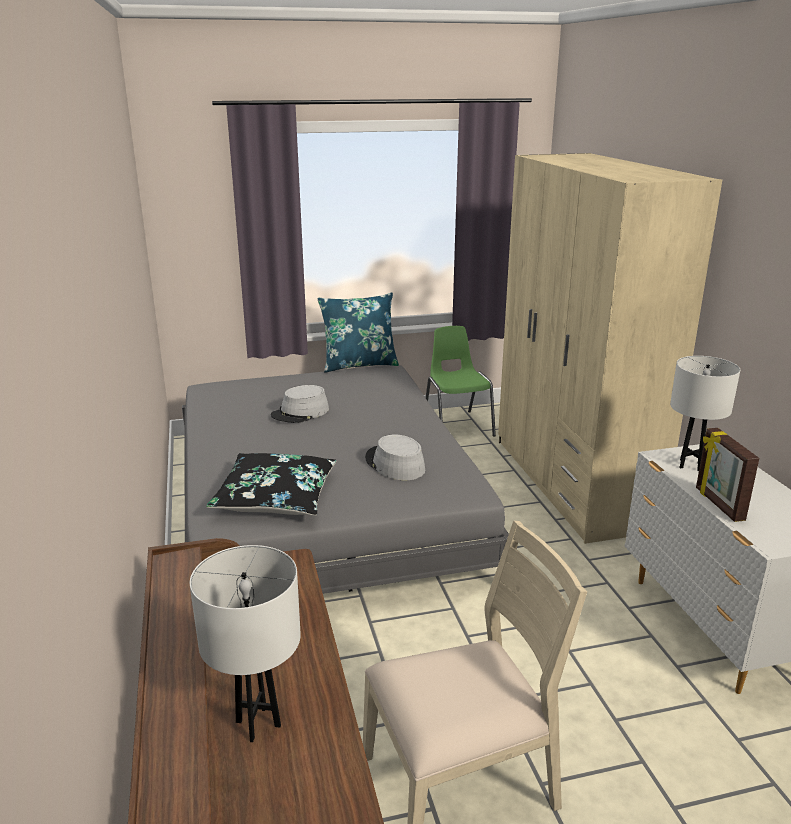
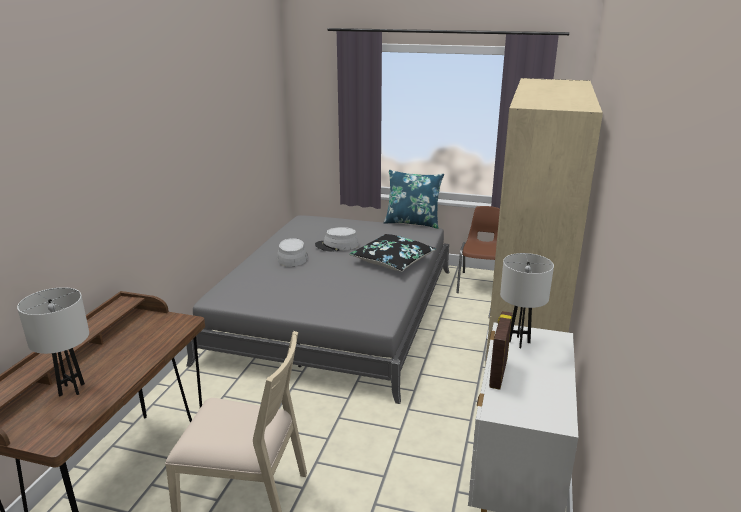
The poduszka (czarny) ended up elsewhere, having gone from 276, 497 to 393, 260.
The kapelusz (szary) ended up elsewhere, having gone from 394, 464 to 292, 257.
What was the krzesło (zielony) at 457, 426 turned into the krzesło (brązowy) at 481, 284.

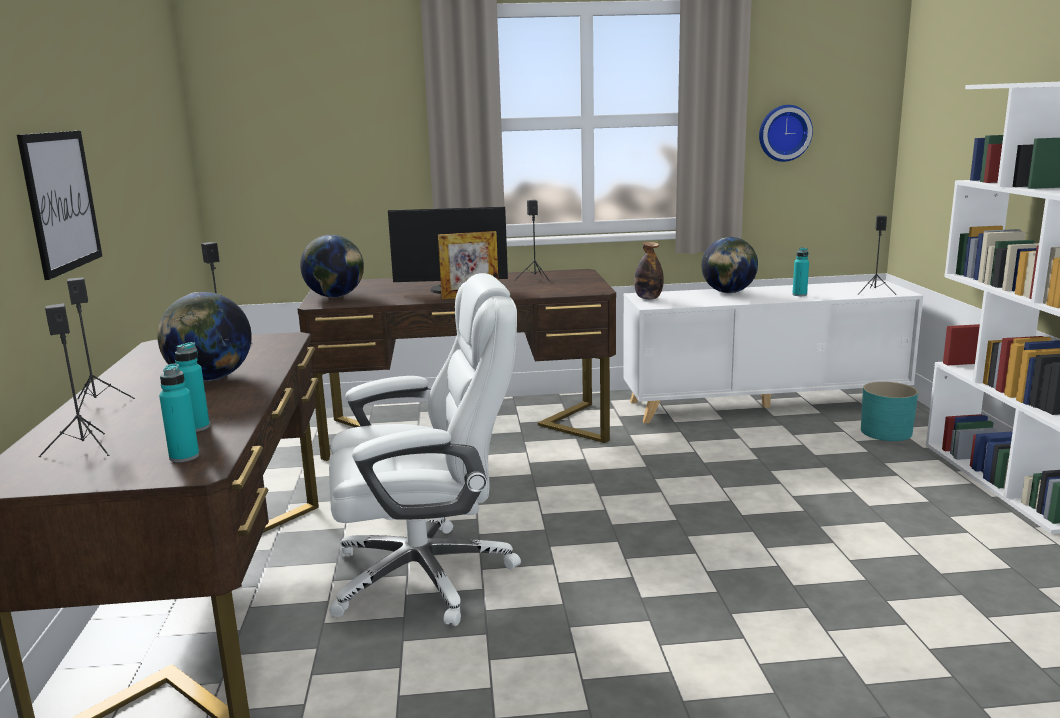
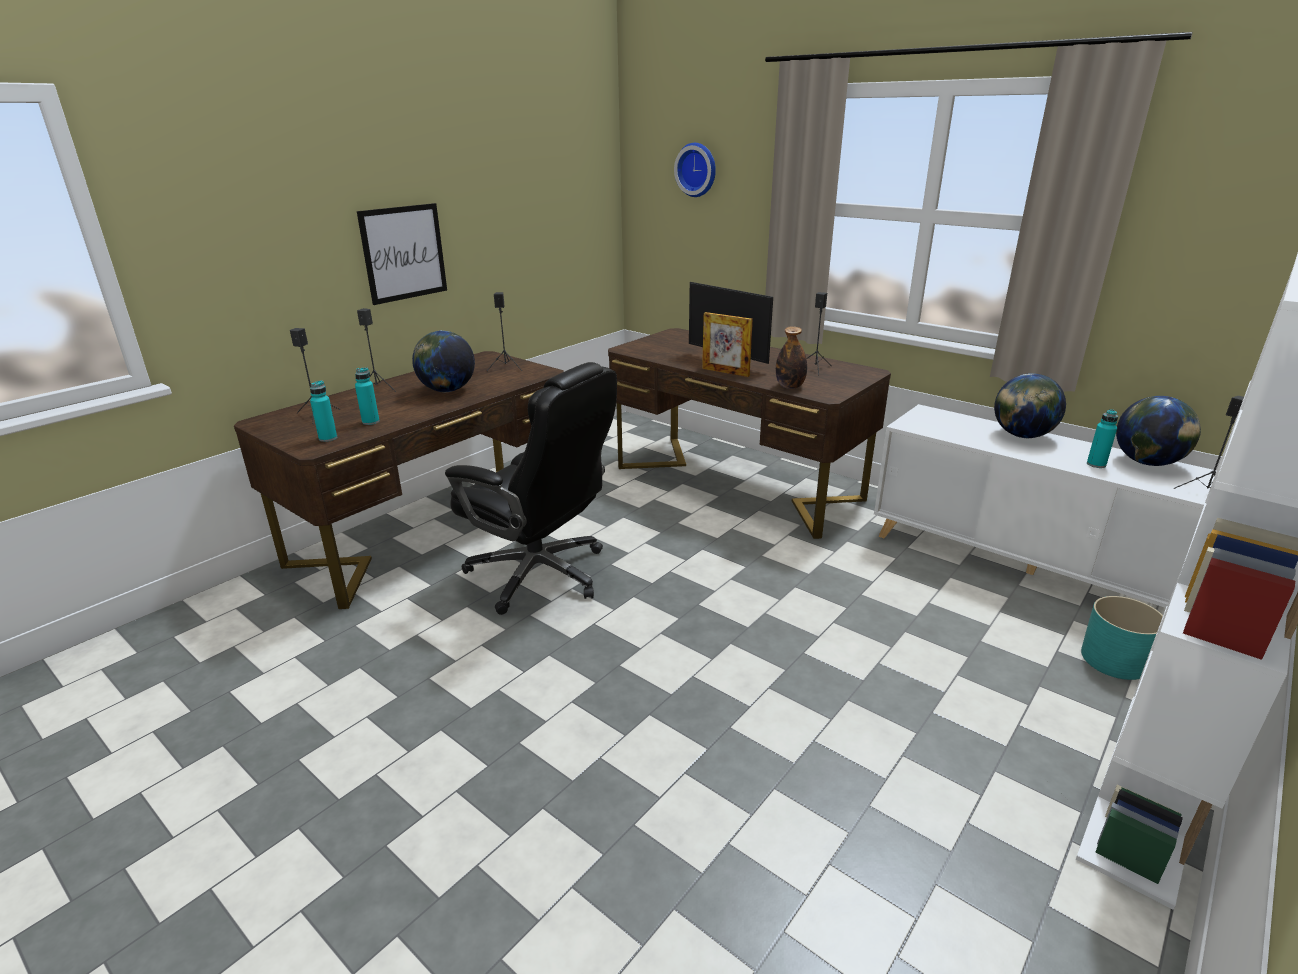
The globus ended up elsewhere, having gone from 335, 297 to 1147, 463.
What was the krzesło biurowe (biały) at 427, 575 turned into the krzesło biurowe (czarny) at 541, 574.
The butelka ended up elsewhere, having gone from 648, 298 to 790, 386.
The zegar ścienny ended up elsewhere, having gone from 783, 133 to 697, 170.

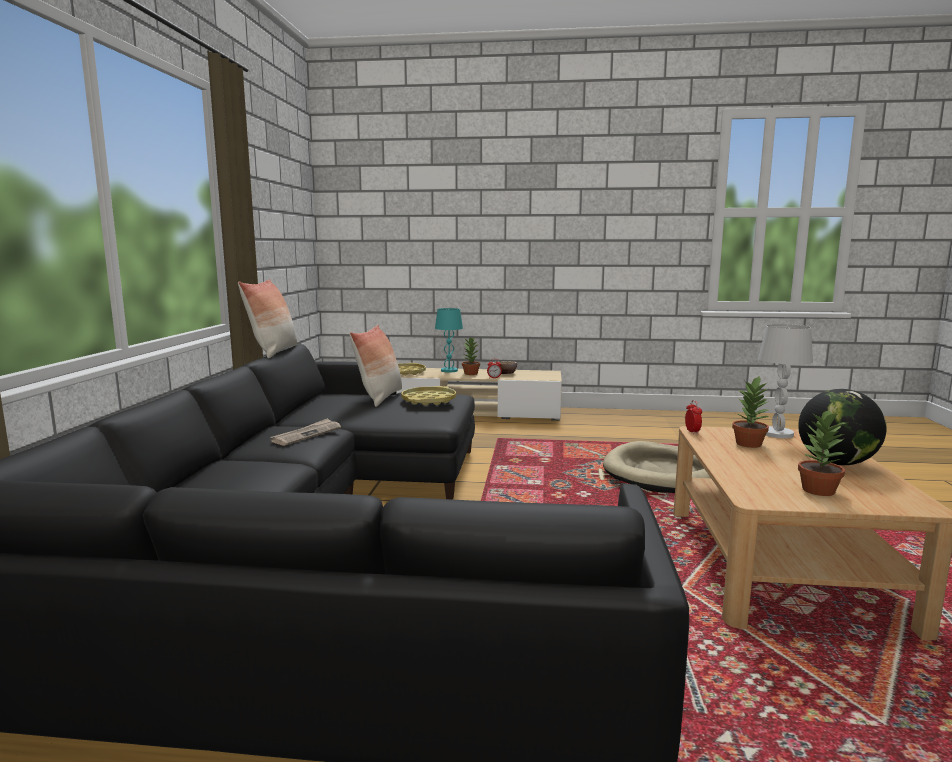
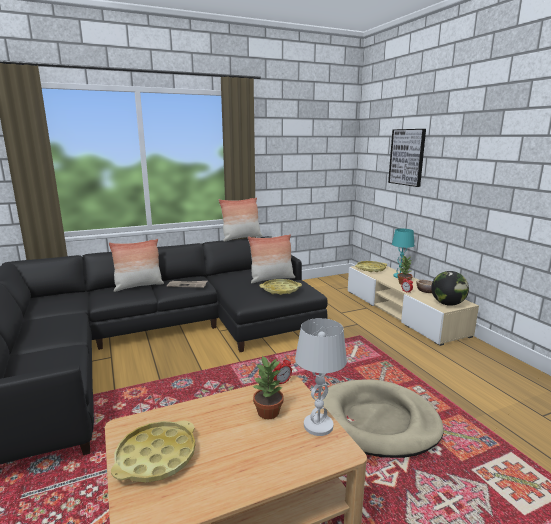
The globus ended up elsewhere, having gone from 836, 463 to 447, 304.
Where the roślina doniczkowa stood at 817, 490, the taca (żółty) came to stand at 156, 456.
The second view gained the poduszka at 138, 286.
The second view gained the obraz at 407, 157.

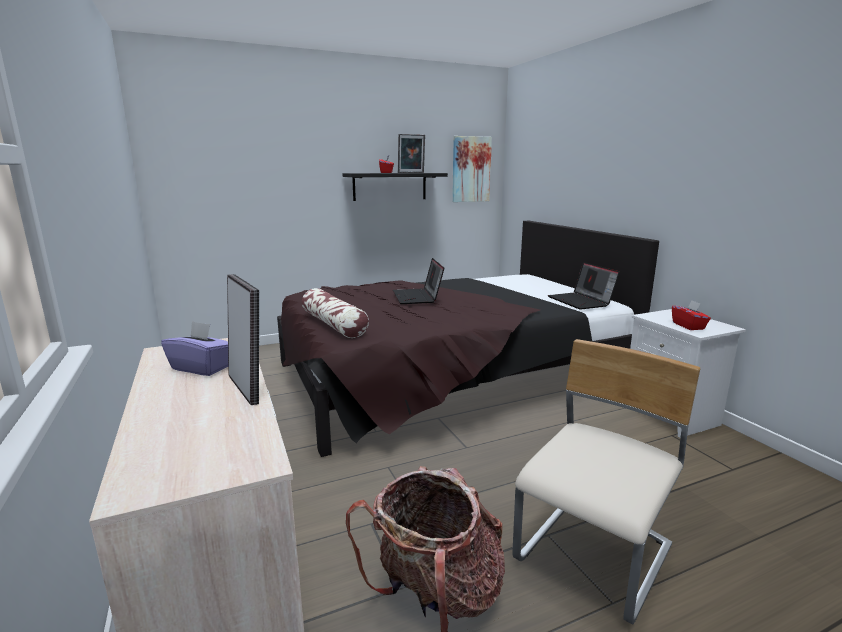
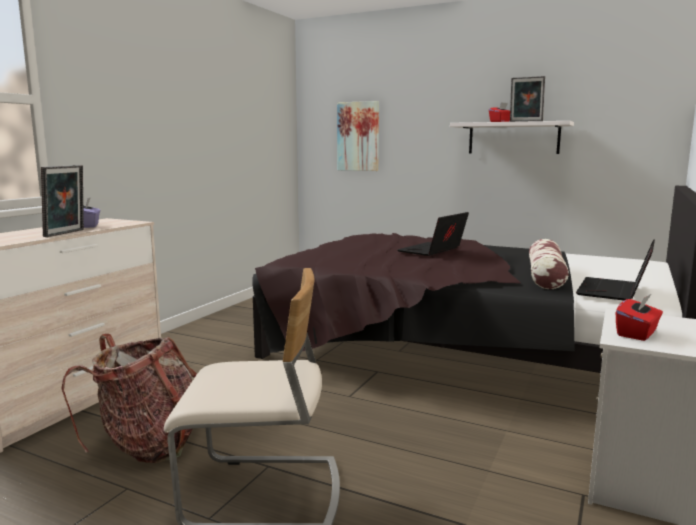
The poduszka ended up elsewhere, having gone from 334, 324 to 545, 277.
What was the półka (czarny) at 390, 186 turned into the półka (biały) at 513, 138.
The obraz ended up elsewhere, having gone from 471, 169 to 358, 136.

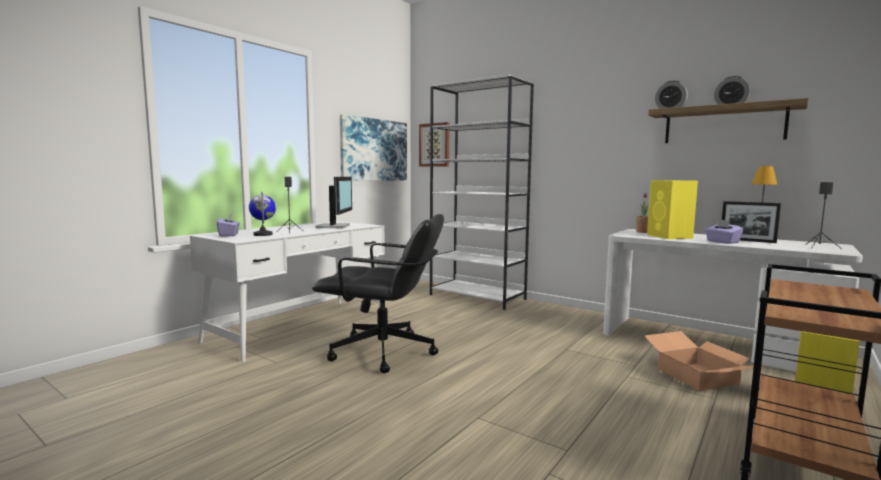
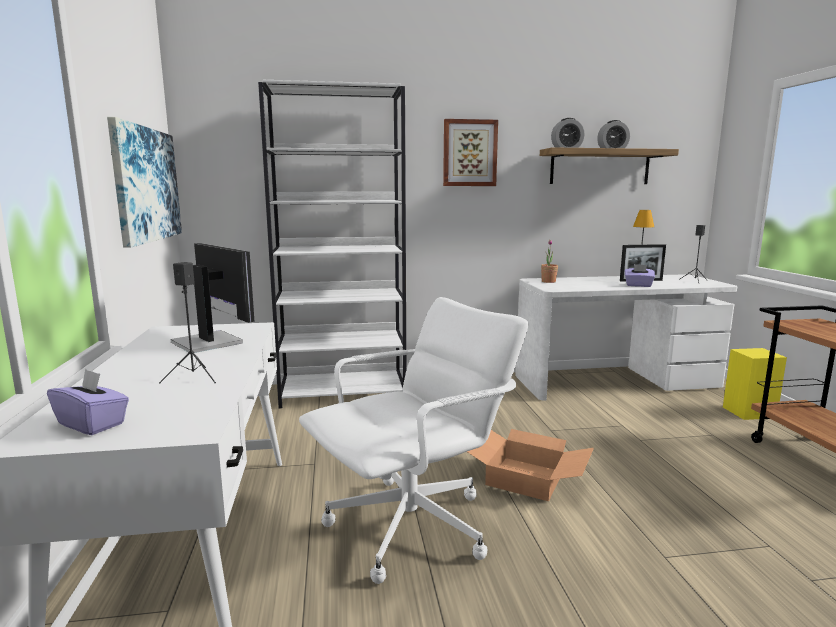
The second view lost the globus at 263, 234.
What was the krzesło biurowe (czarny) at 384, 352 turned into the krzesło biurowe (biały) at 412, 526.
The obraz ended up elsewhere, having gone from 434, 145 to 469, 153.
The karton ended up elsewhere, having gone from 696, 376 to 523, 478.
The second view lost the głośnik (żółty) at 670, 236.

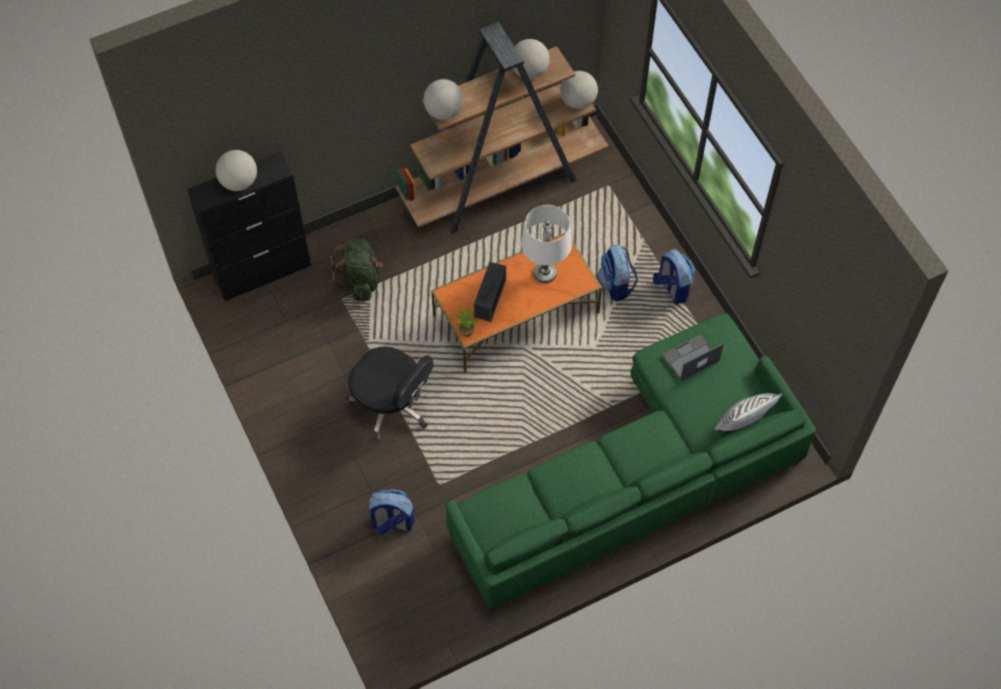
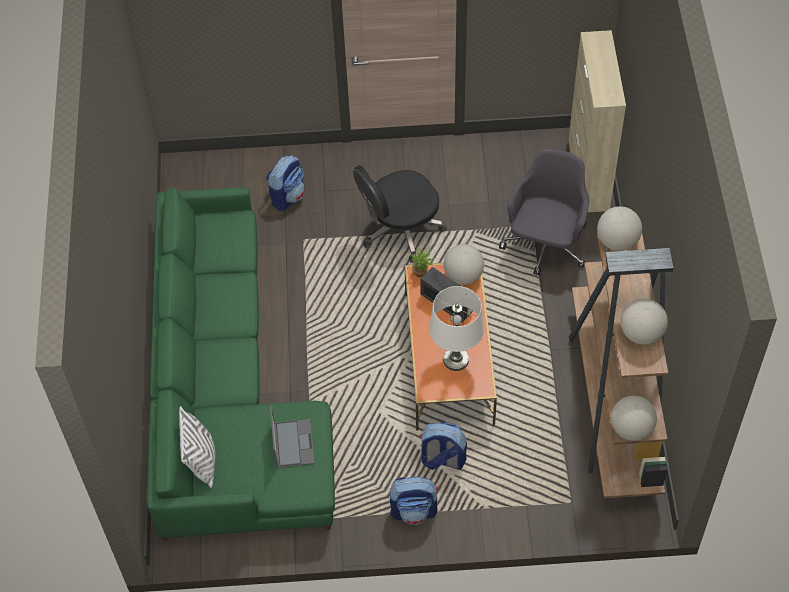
What was the szafka (czarny) at 263, 272 turned into the szafka (beżowy) at 588, 175.
The globus ended up elsewhere, having gone from 239, 182 to 463, 275.
Where the plecak (zielony) stood at 360, 280, the krzesło biurowe (szary) came to stand at 545, 245.

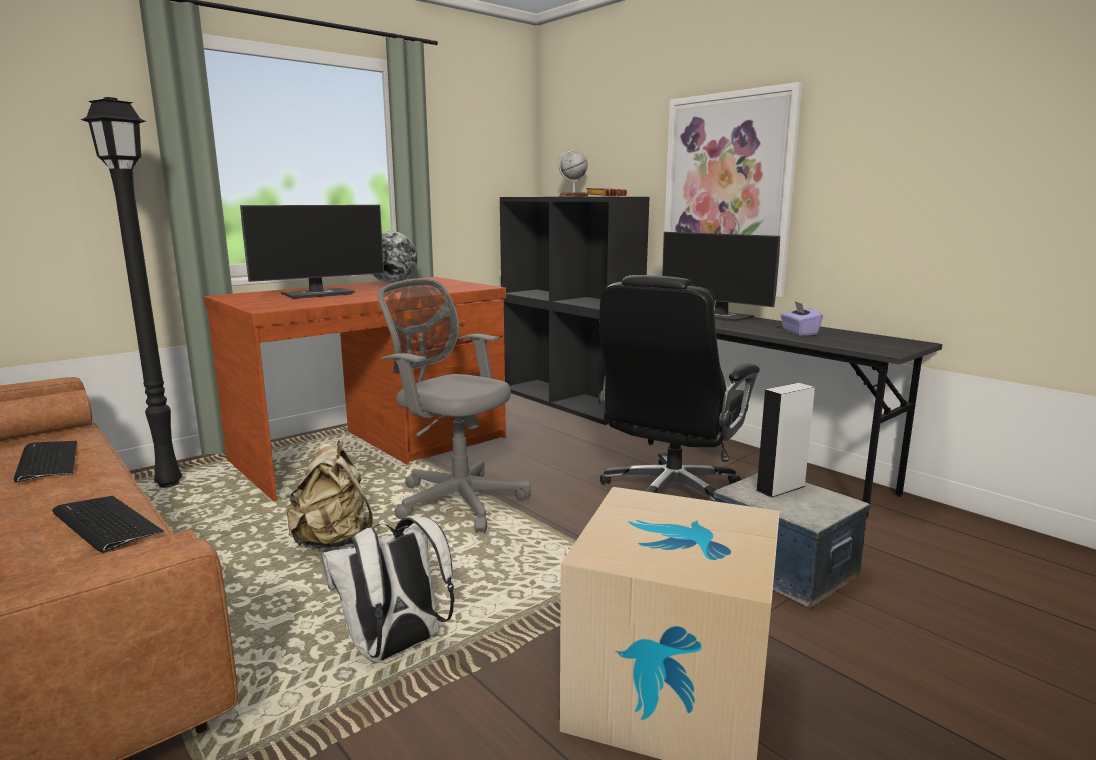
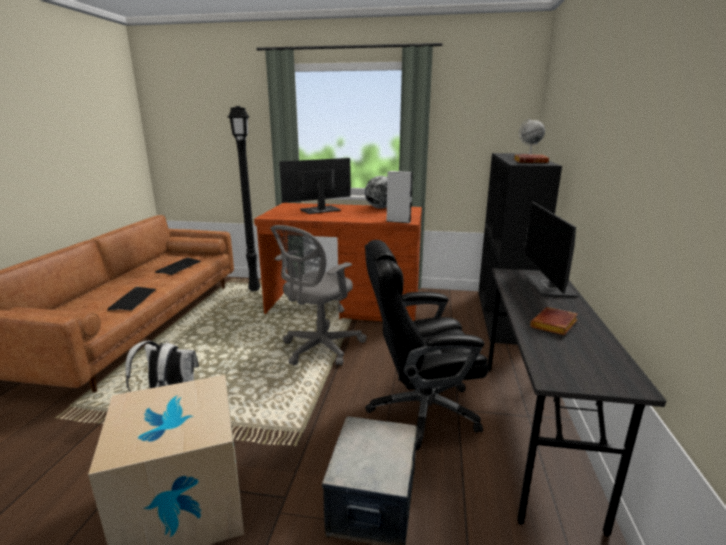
The monitor at 319, 294 ended up facing another way, 135 degrees clockwise from before.
The second view lost the plecak (beżowy) at 334, 542.
The krzesło biurowe (szary) at 456, 499 ended up facing another way, 135 degrees counterclockwise from before.
The second view lost the obraz at 726, 194.
The głośnik (szary) ended up elsewhere, having gone from 780, 488 to 398, 221.
Where the pudełko chusteczek (fioletowy) stood at 799, 332, the książka (brązowy) came to stand at 554, 326.

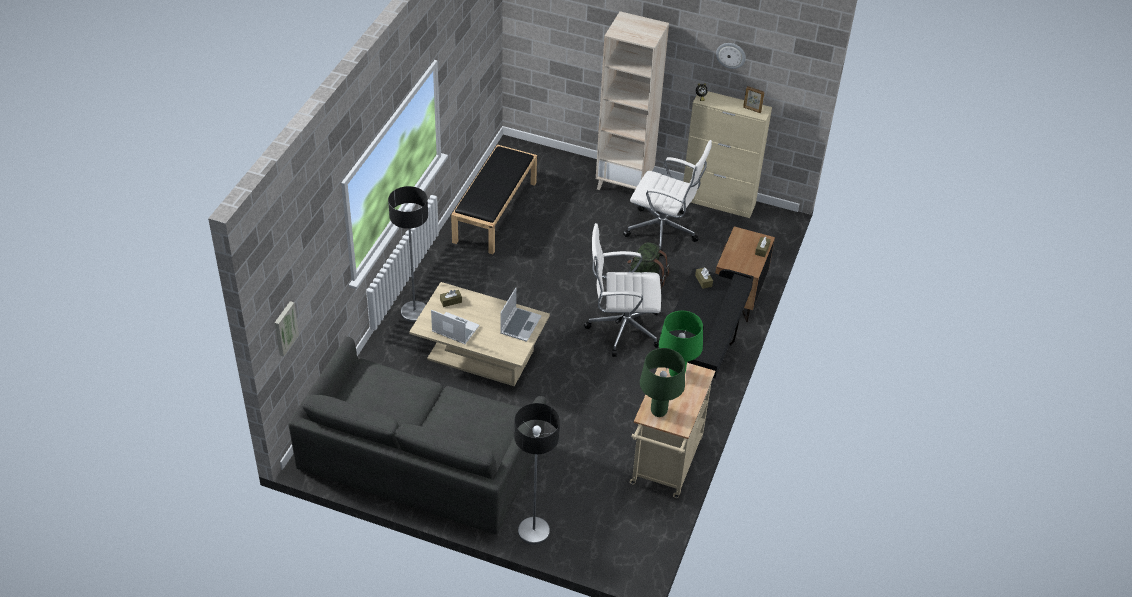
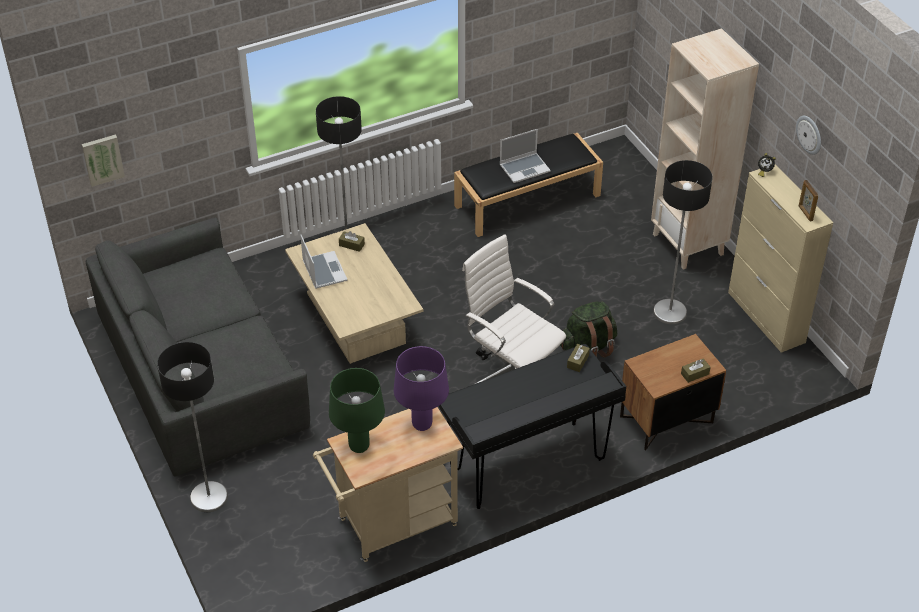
The laptop ended up elsewhere, having gone from 520, 325 to 525, 168.
Where the krzesło biurowe (biały) stood at 663, 232, the lampa stojąca came to stand at 669, 312.
What was the lampa stołowa (zielony) at 676, 374 turned into the lampa stołowa (fioletowy) at 421, 425.

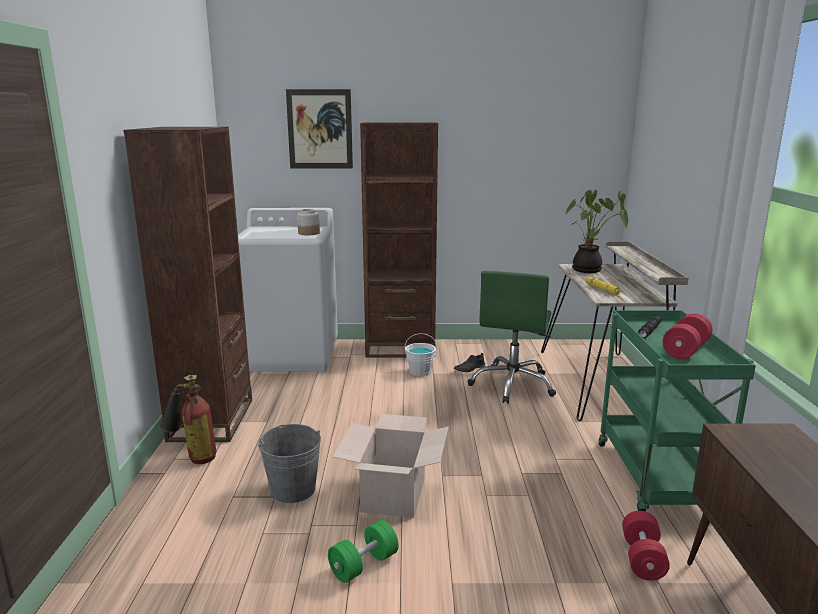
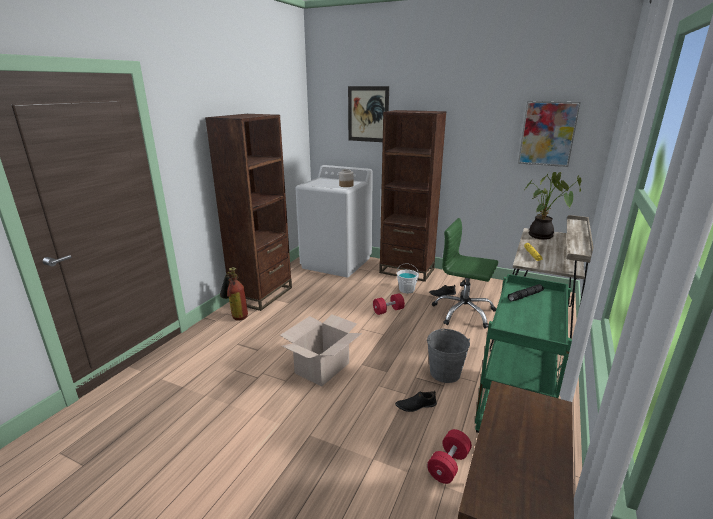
The wiadro (szary) ended up elsewhere, having gone from 293, 489 to 445, 373.
The second view lost the hantel (zielony) at 363, 565.
The krzesło biurowe (zielony) at 513, 385 ended up facing another way, 75 degrees clockwise from before.
The hantel (czerwony) ended up elsewhere, having gone from 685, 350 to 388, 310.
The second view gained the but (czarny) at 415, 405.
The second view gained the obraz at 547, 134.

